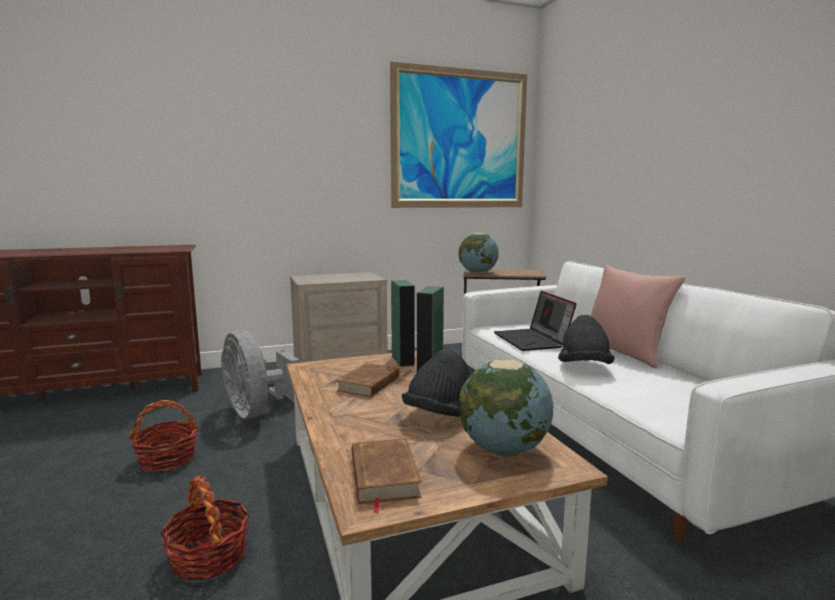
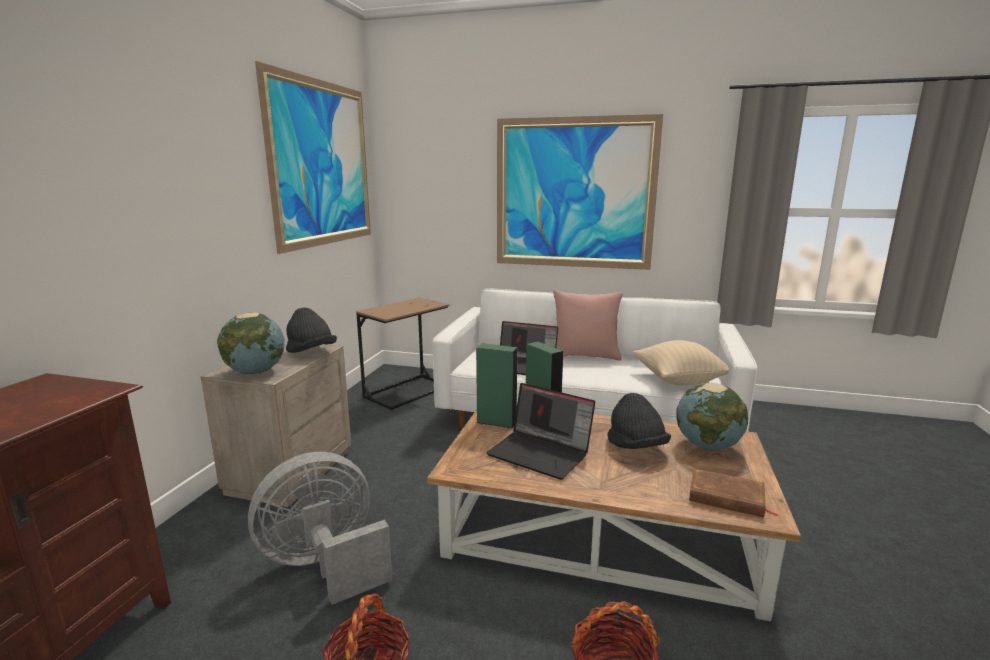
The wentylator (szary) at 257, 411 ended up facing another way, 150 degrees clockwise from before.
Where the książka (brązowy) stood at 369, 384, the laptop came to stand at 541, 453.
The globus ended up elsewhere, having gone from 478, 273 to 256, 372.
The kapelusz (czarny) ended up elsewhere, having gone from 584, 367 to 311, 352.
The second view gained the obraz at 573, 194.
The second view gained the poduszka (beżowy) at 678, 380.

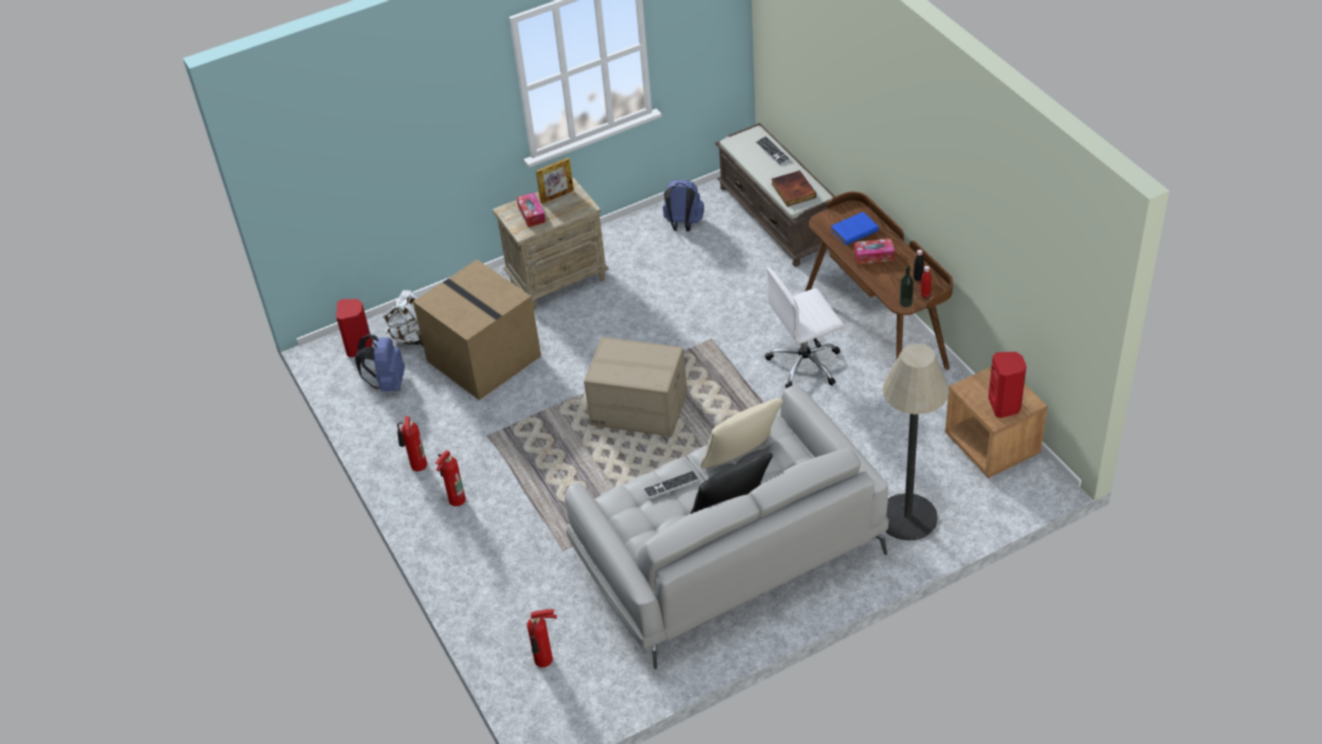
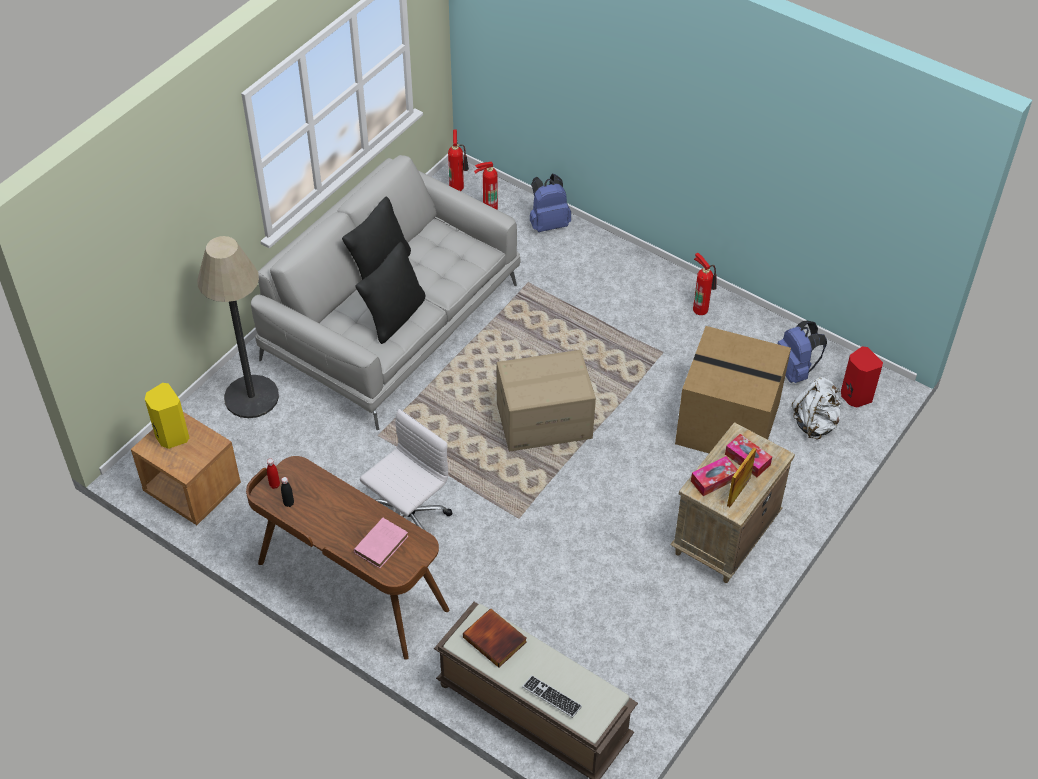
The gaśnica ended up elsewhere, having gone from 455, 500 to 458, 186.
The second view lost the klawiatura at 671, 485.
The plecak (niebieski) ended up elsewhere, having gone from 683, 225 to 548, 223.
What was the poduszka (beżowy) at 742, 459 turned into the poduszka (czarny) at 394, 317.
What was the książka (niebieski) at 853, 231 turned into the książka (różowy) at 382, 543.
The pudełko chusteczek ended up elsewhere, having gone from 874, 256 to 714, 480.
The second view lost the butelka at 906, 302.
What was the głośnik (czerwony) at 1005, 406 turned into the głośnik (żółty) at 171, 436.

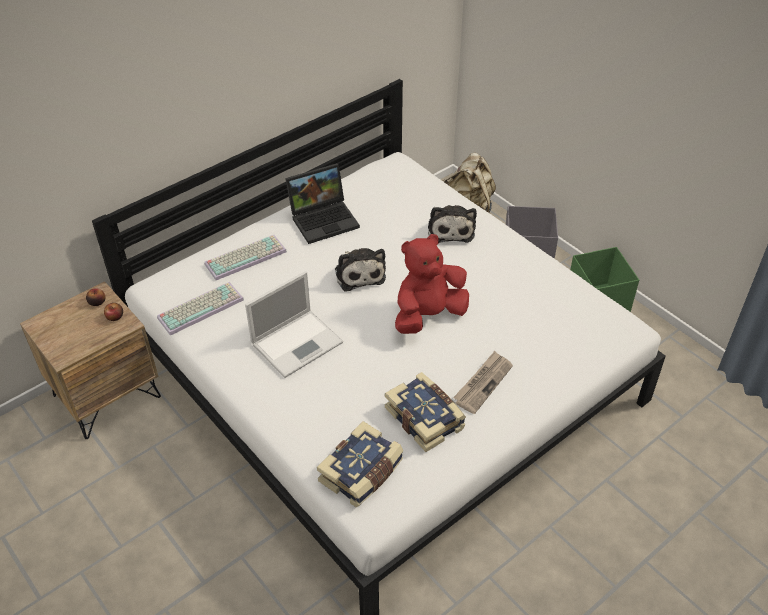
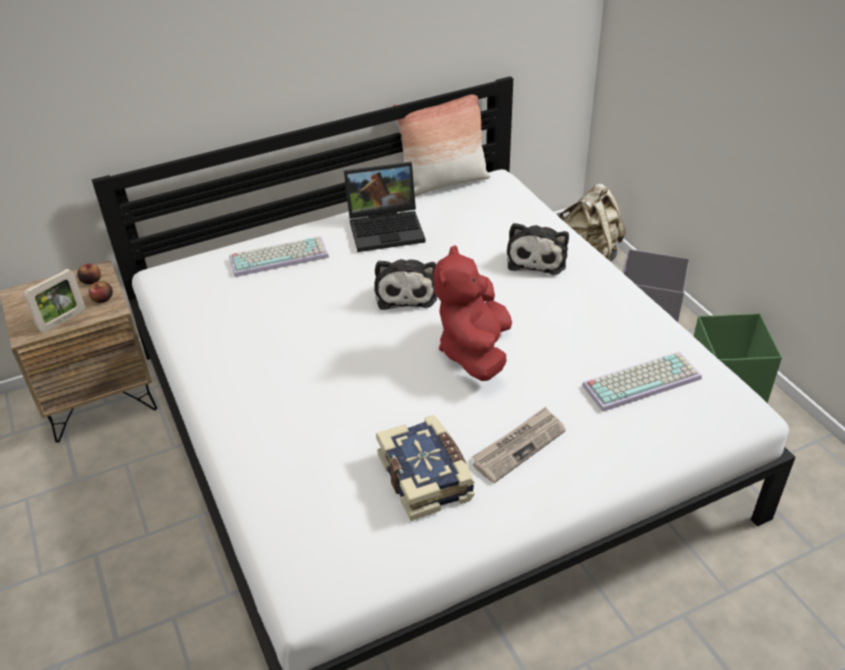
The klawiatura ended up elsewhere, having gone from 201, 307 to 641, 380.
The second view lost the laptop at 298, 342.
The second view lost the książka at 362, 473.
The pluszak (czerwony) at 428, 315 ended up facing another way, 60 degrees counterclockwise from before.
The second view gained the ramka na zdjęcie at 62, 320.
The second view gained the poduszka at 443, 184.

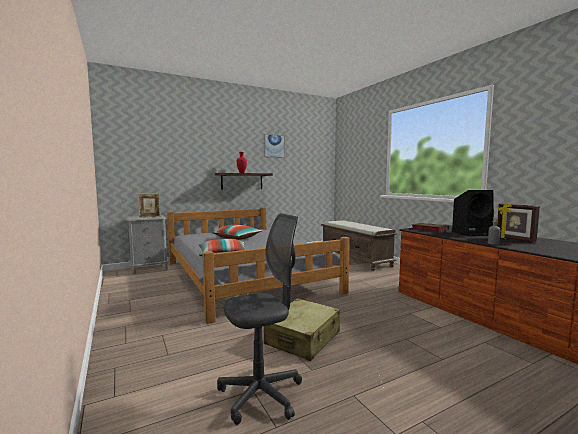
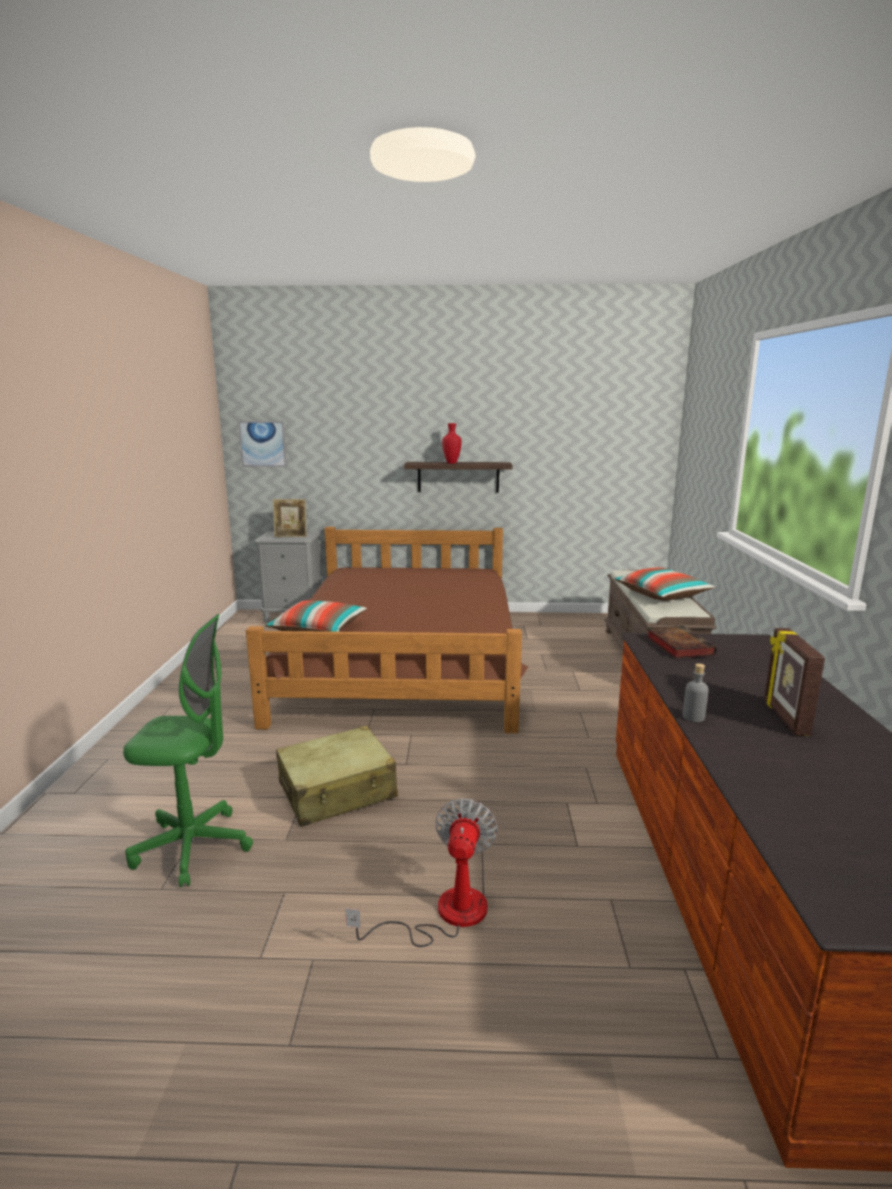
What was the łóżko (szary) at 246, 276 turned into the łóżko (brązowy) at 404, 659.
The poduszka ended up elsewhere, having gone from 236, 238 to 661, 595.
What was the krzesło biurowe (szary) at 261, 395 turned into the krzesło biurowe (zielony) at 193, 847.
The obraz ended up elsewhere, having gone from 274, 146 to 263, 444.
The second view lost the głośnik (czarny) at 472, 233.
The second view gained the wentylator at 445, 914.

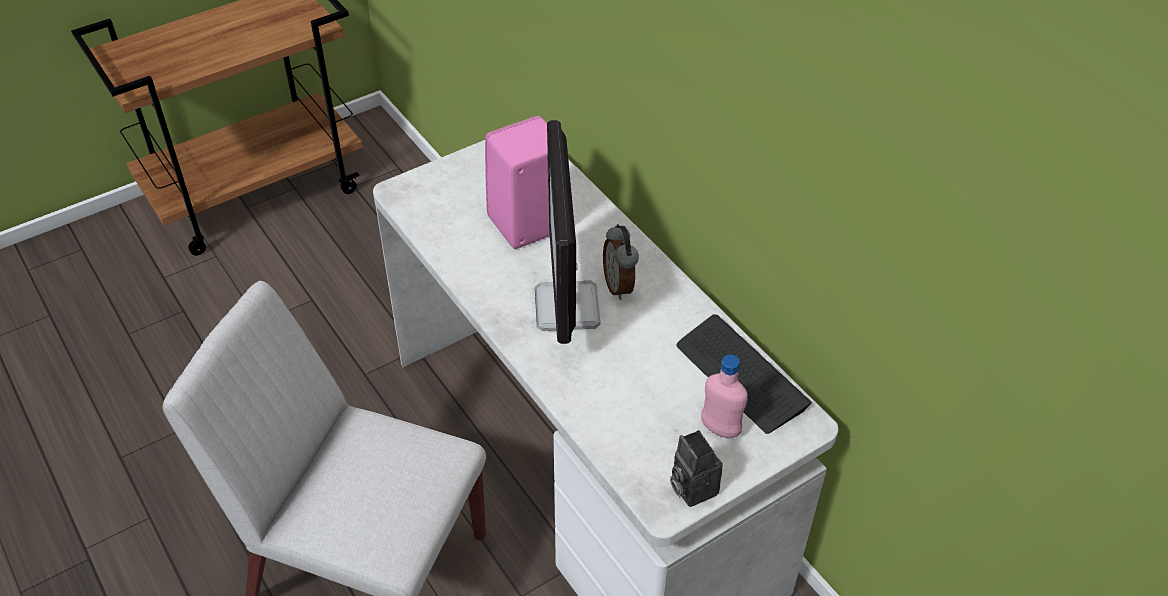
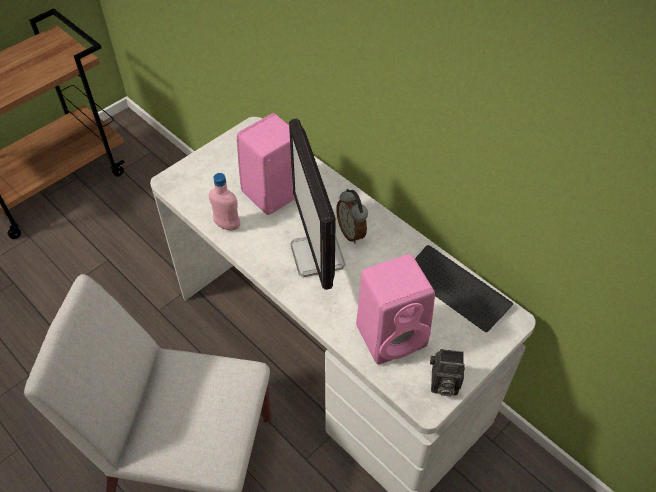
The aparat fotograficzny at 691, 487 ended up facing another way, 45 degrees counterclockwise from before.
The butelka (różowy) ended up elsewhere, having gone from 720, 429 to 227, 225.
The second view gained the głośnik (różowy) at 393, 334.

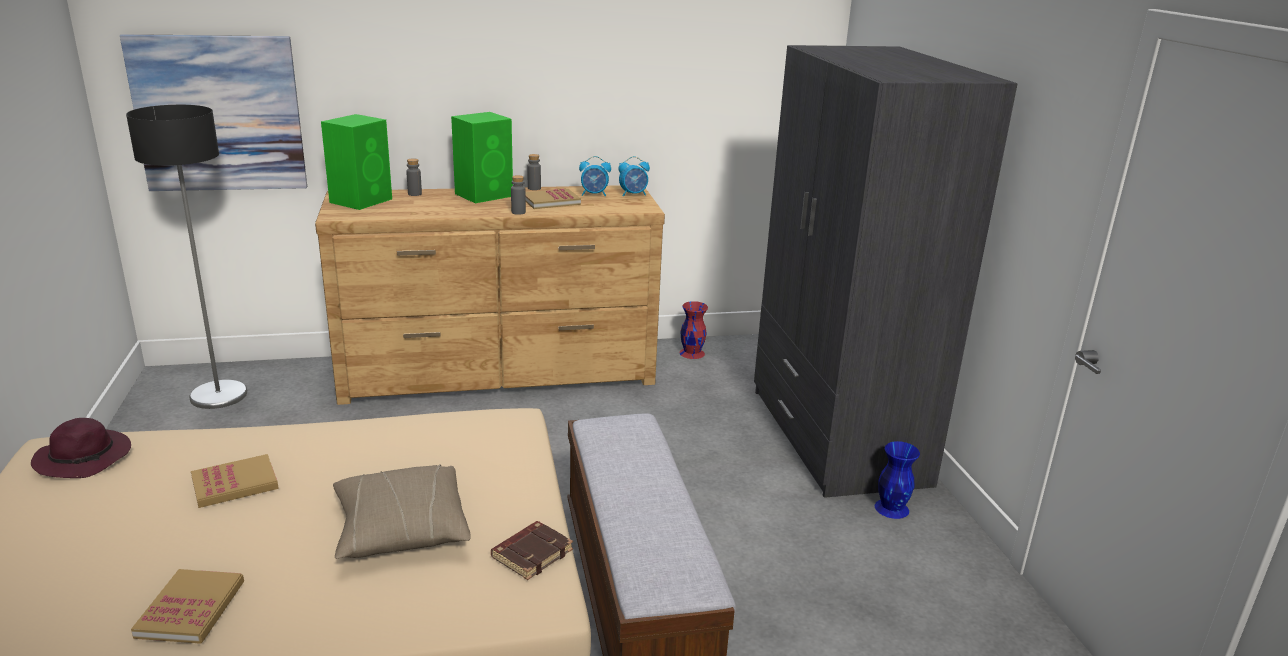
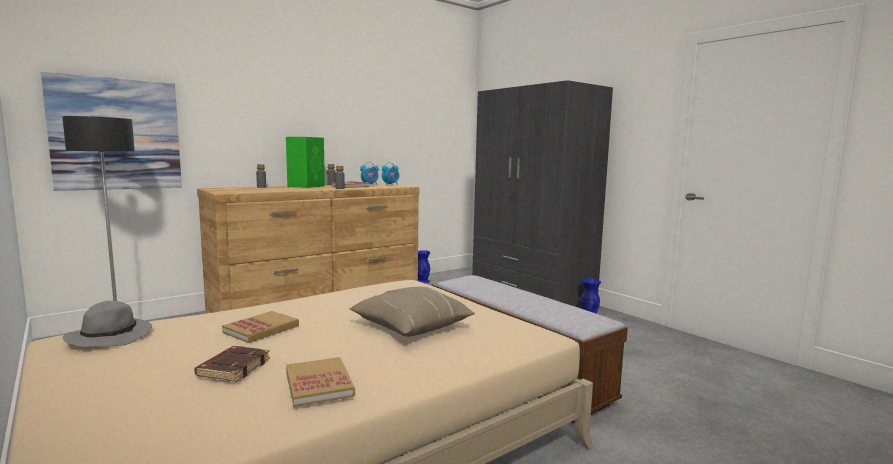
What was the kapelusz (fioletowy) at 85, 458 turned into the kapelusz (szary) at 111, 336.
The second view lost the głośnik (zielony) at 362, 200.
The książka (brązowy) ended up elsewhere, having gone from 532, 553 to 233, 368.
What was the wazon (czerwony) at 691, 353 turned into the wazon (niebieski) at 422, 281.

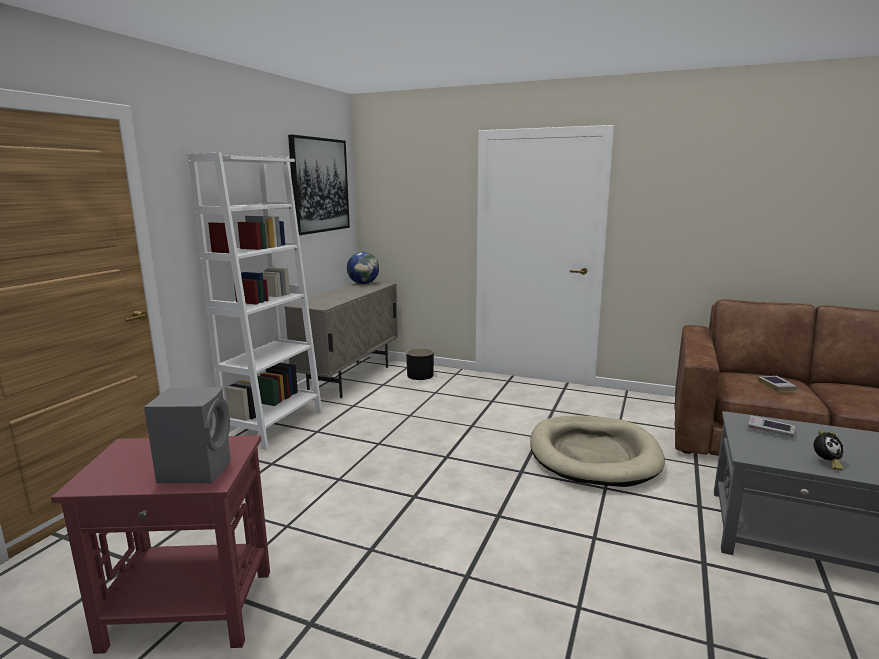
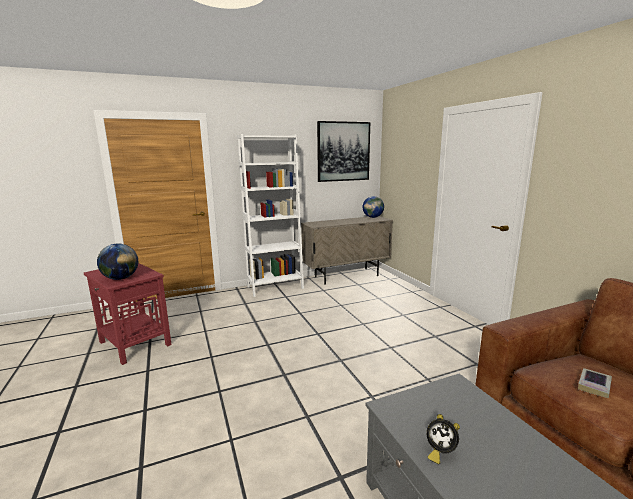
Where the głośnik (szary) stood at 197, 469, the globus came to stand at 121, 278.
The second view lost the donica (czarny) at 420, 375.
The second view lost the legowisko (beżowy) at 593, 455.
The second view lost the książka at 770, 430.

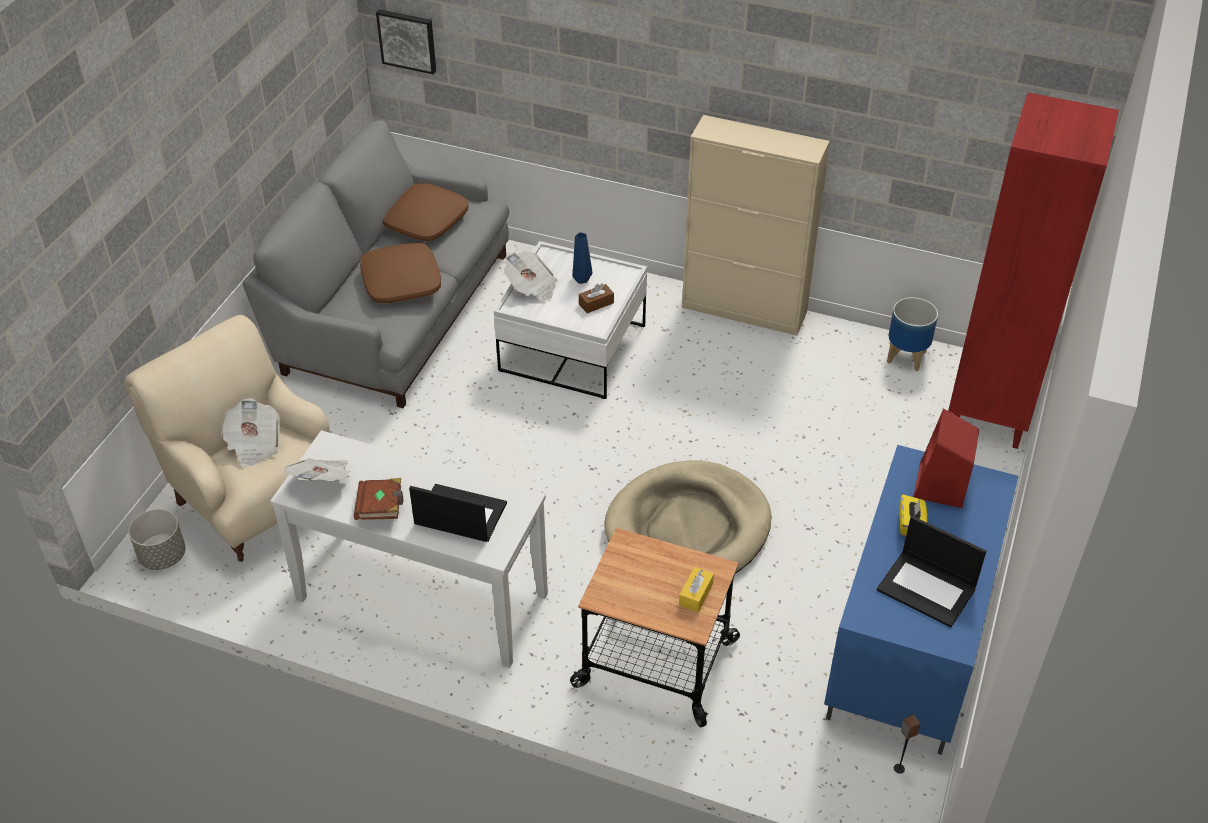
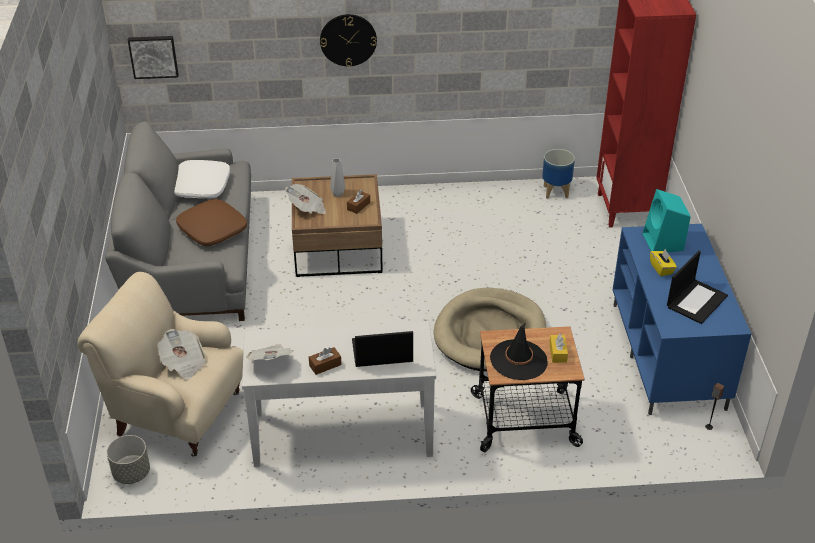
Where the książka (brązowy) stood at 381, 508, the pudełko chusteczek (brązowy) came to stand at 325, 365.
What was the poduszka (brązowy) at 425, 220 turned into the poduszka (biały) at 200, 186.
What was the ława (biały) at 572, 348 turned into the ława (brązowy) at 337, 248.
What was the wazon (niebieski) at 582, 279 turned into the wazon (szary) at 338, 194.
The second view lost the szafka (beżowy) at 745, 310.
The laptop at 927, 589 ended up facing another way, 60 degrees counterclockwise from before.
What was the głośnik (czerwony) at 941, 486 turned into the głośnik (turkusowy) at 663, 242.
The second view gained the zegar ścienny at 348, 40.
The second view gained the kapelusz (czarny) at 518, 360.

